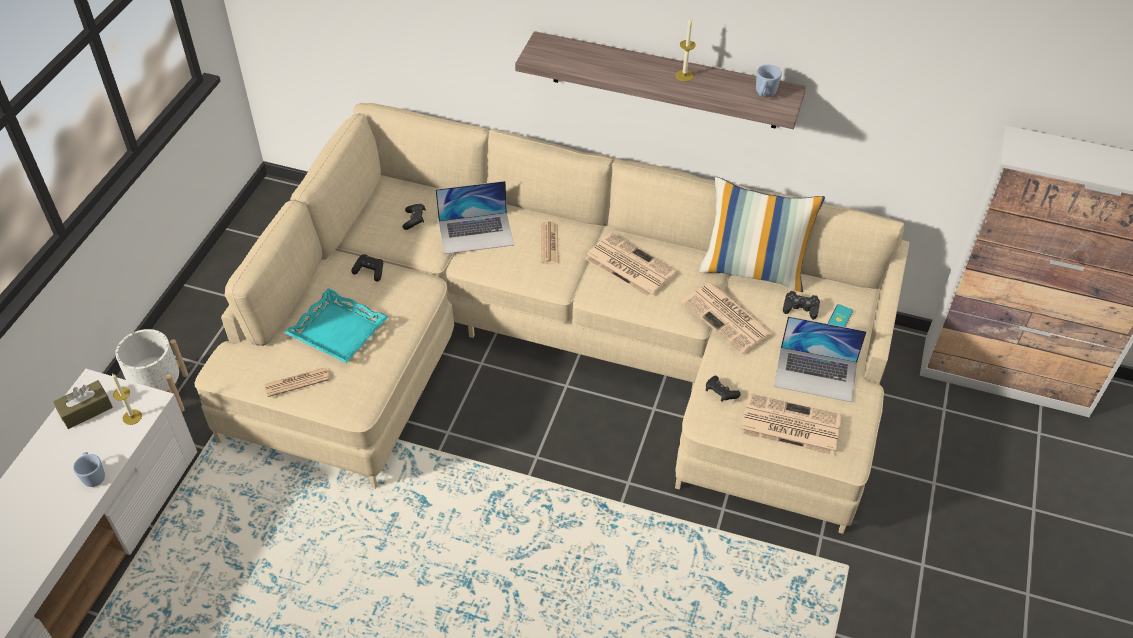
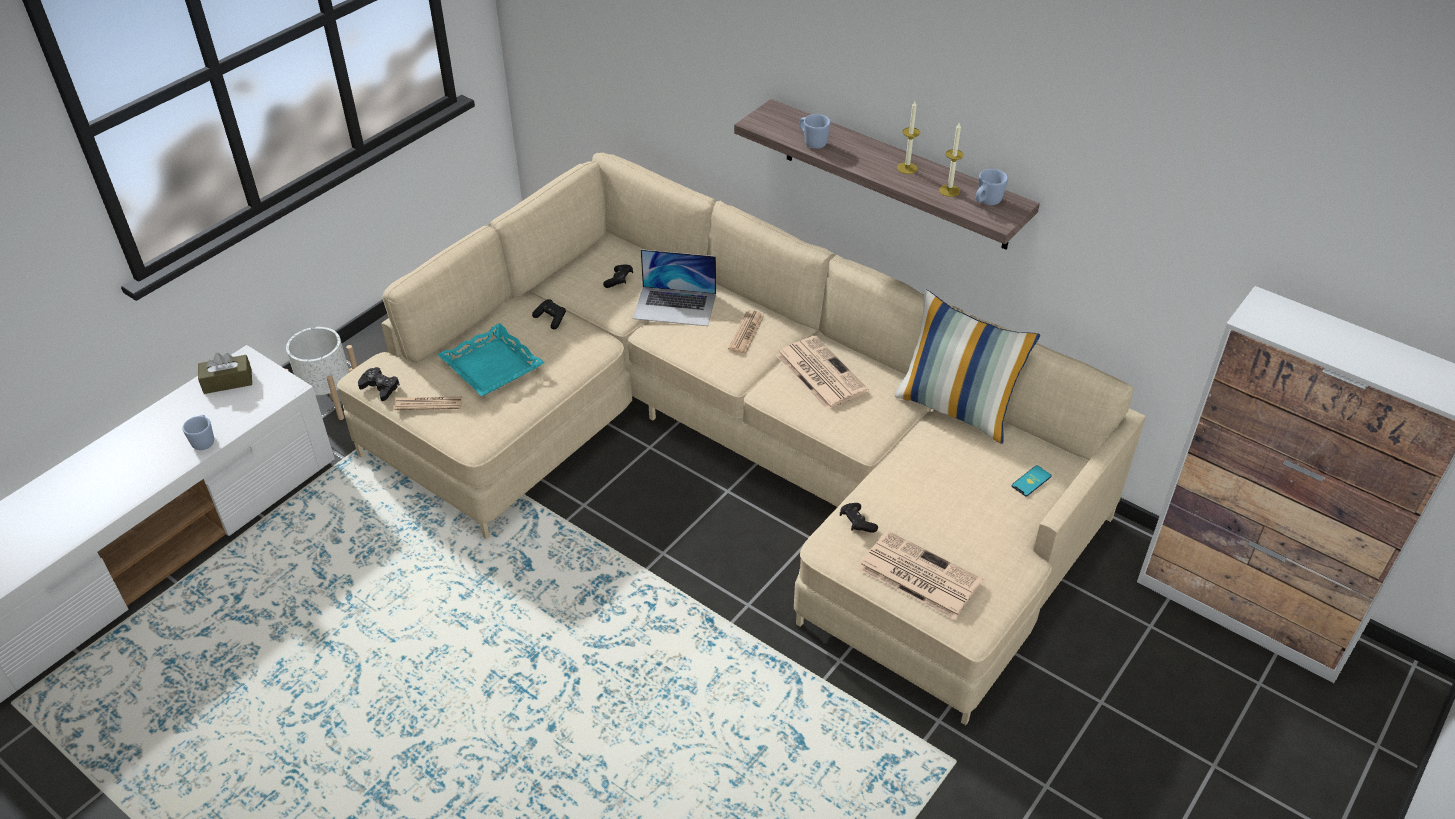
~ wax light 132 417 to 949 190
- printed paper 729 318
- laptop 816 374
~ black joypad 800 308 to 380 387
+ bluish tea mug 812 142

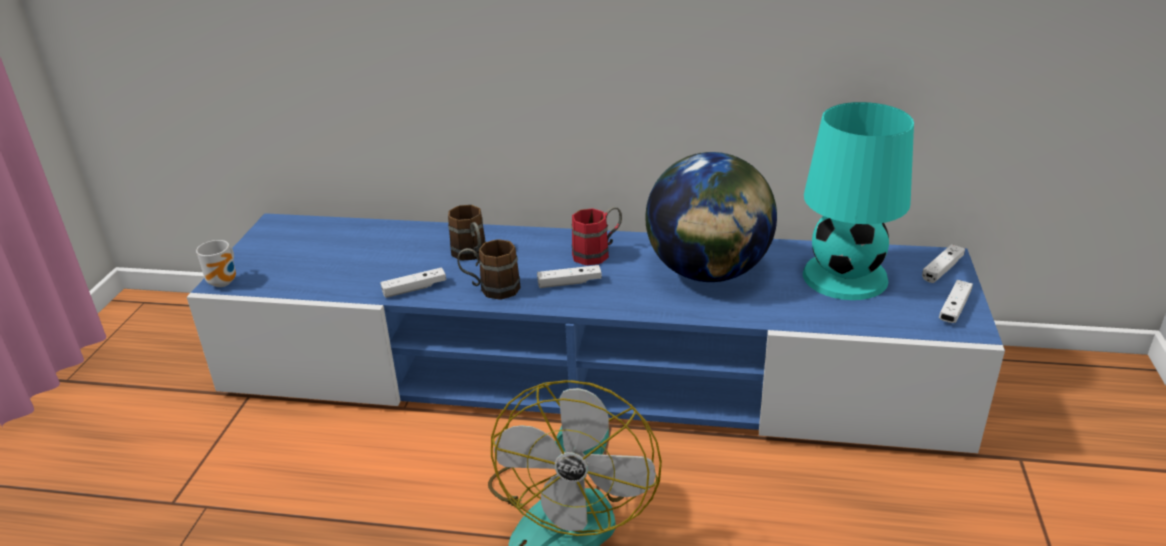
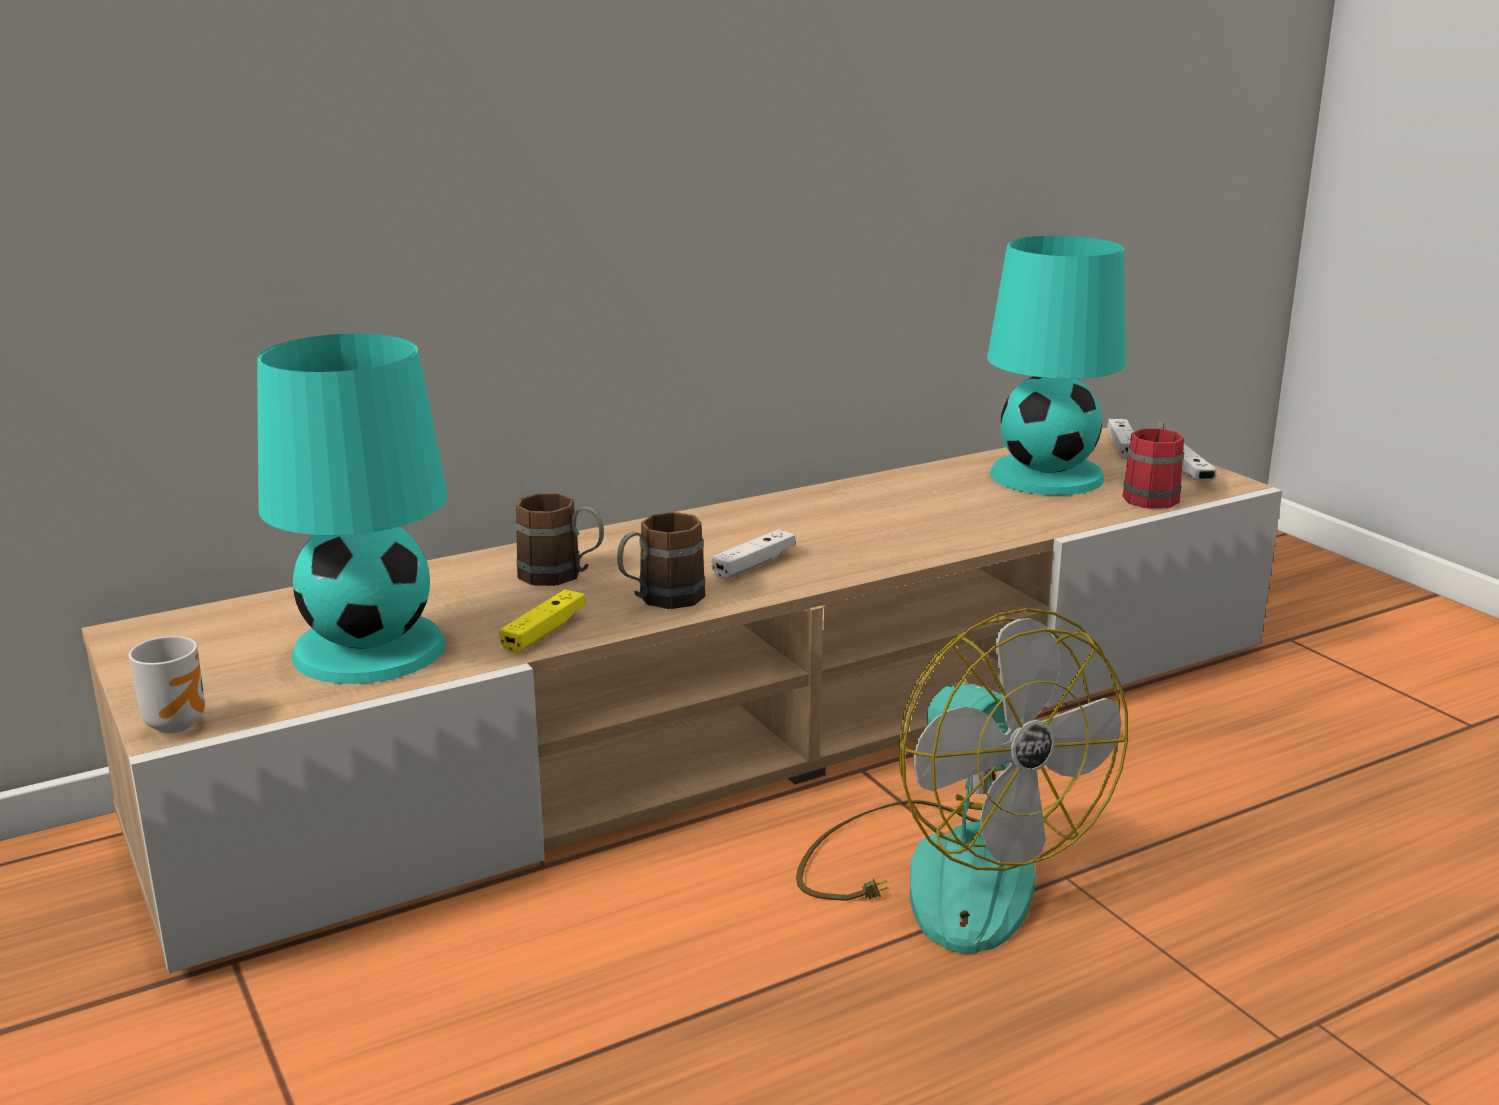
~ bluish tv unit 588 373 to sand-coloured tv unit 751 729
~ white joypad 414 289 to yellow-coloured joypad 544 632
~ red-coloured tea mug 598 253 to 1152 494
- world globe 708 272
+ blue-green table lamp 371 649

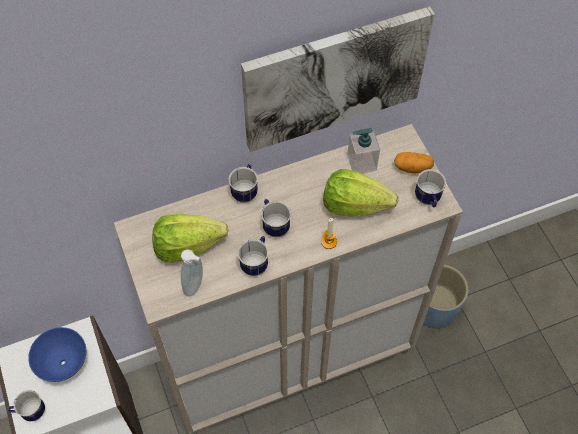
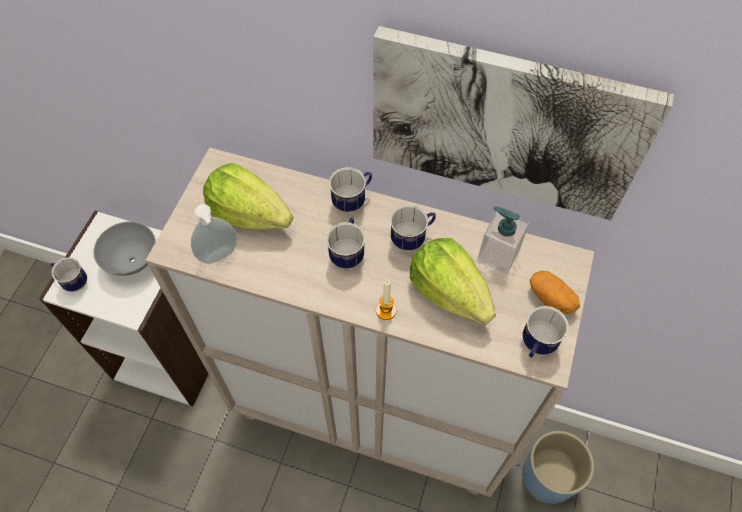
~ bluish deep dish 63 362 to gray deep dish 133 261
~ tea mug 256 263 to 412 239

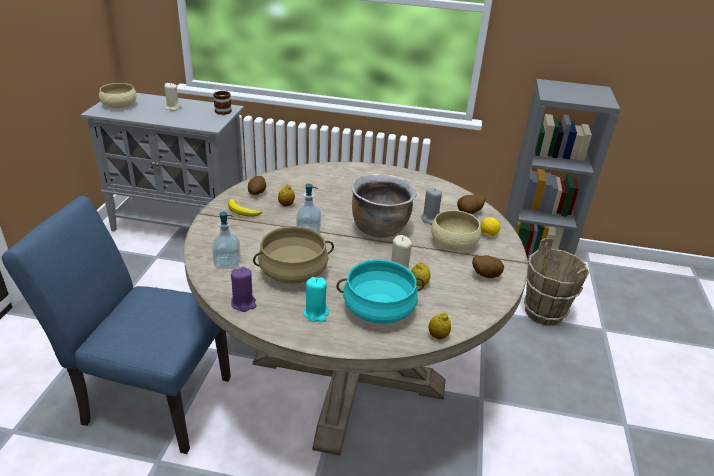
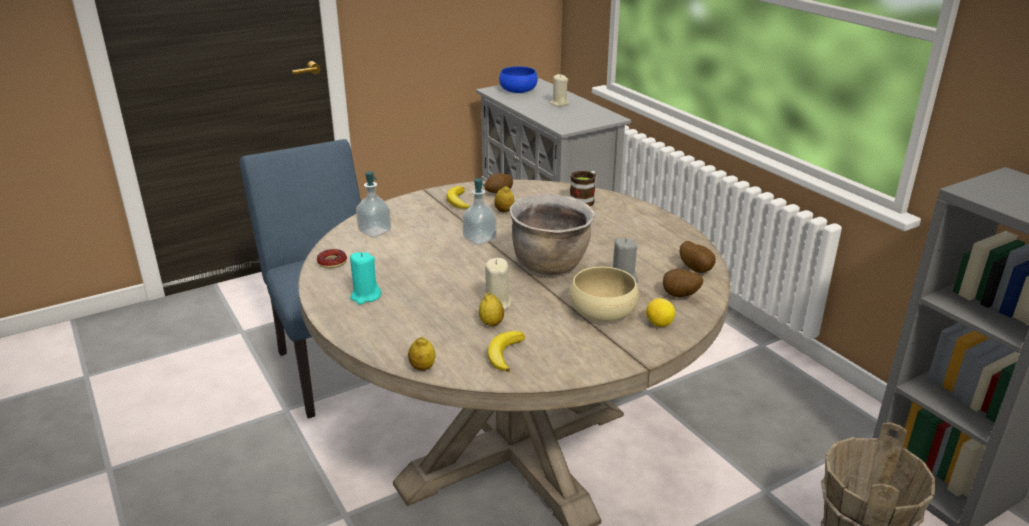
~ sand-coloured deep dish 119 105 to bluish deep dish 518 90
~ tea mug 223 110 to 585 200
~ purple wax light 243 303 to donut 332 262
- sand-coloured saucepot 293 272
- blue-green saucepot 379 309
~ whole potato 485 275 to 696 269
+ banana 504 354

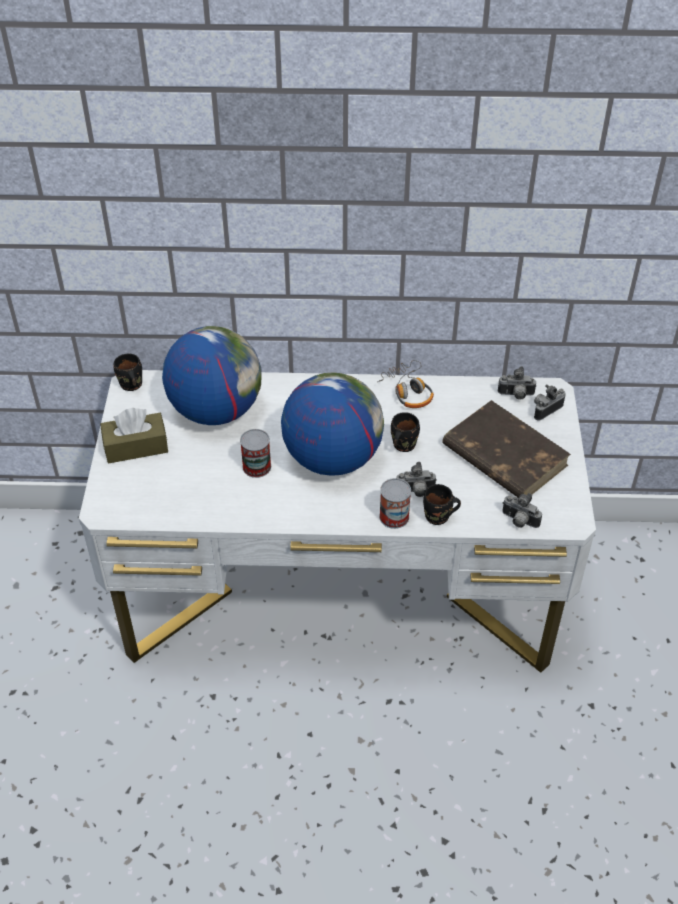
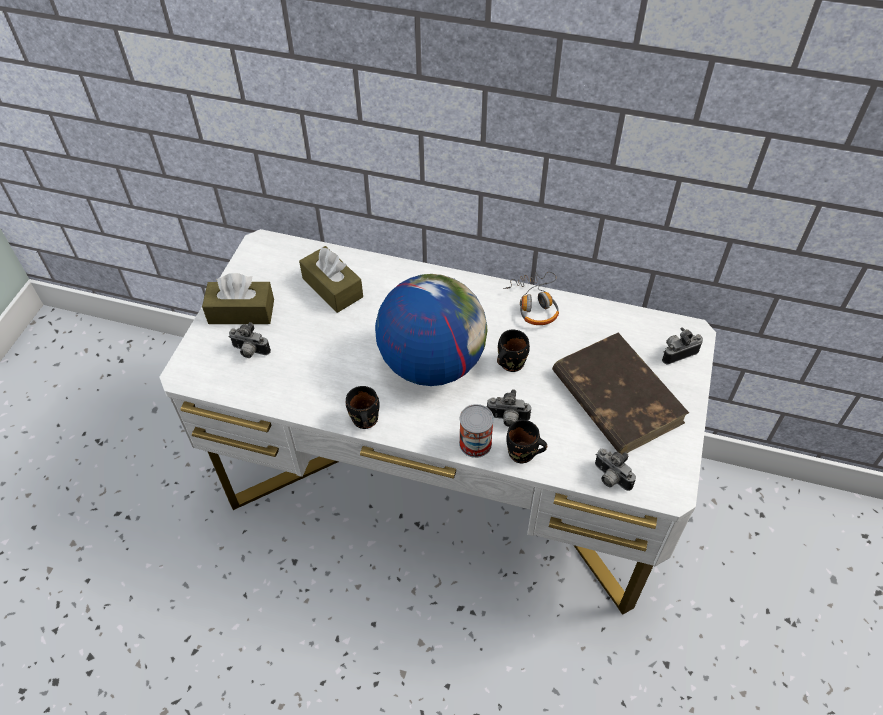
~ black tea mug 130 386 to 363 421
~ world globe 216 410 to brown box of tissues 332 288
- can 256 467
~ photo camera 516 395 to 249 352

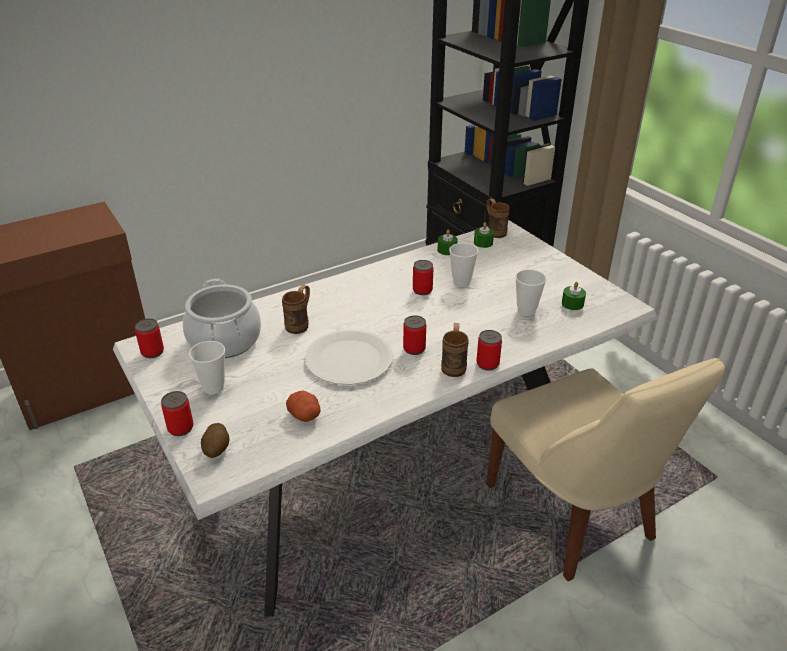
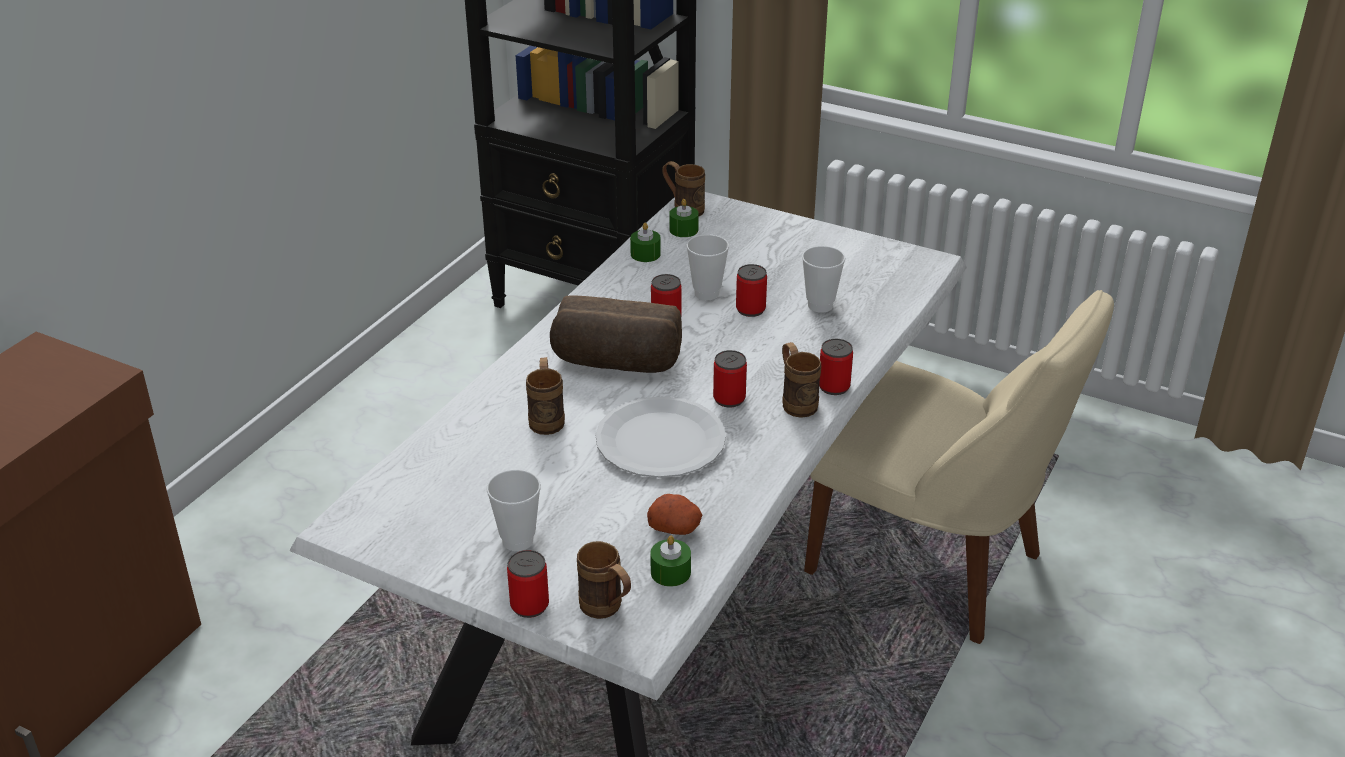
~ can 152 352 to 750 309
- saucepot 225 340
~ whole potato 217 449 to brown tea mug 607 610
~ green-coloured wax light 572 304 to 670 572
+ baked bread 615 363

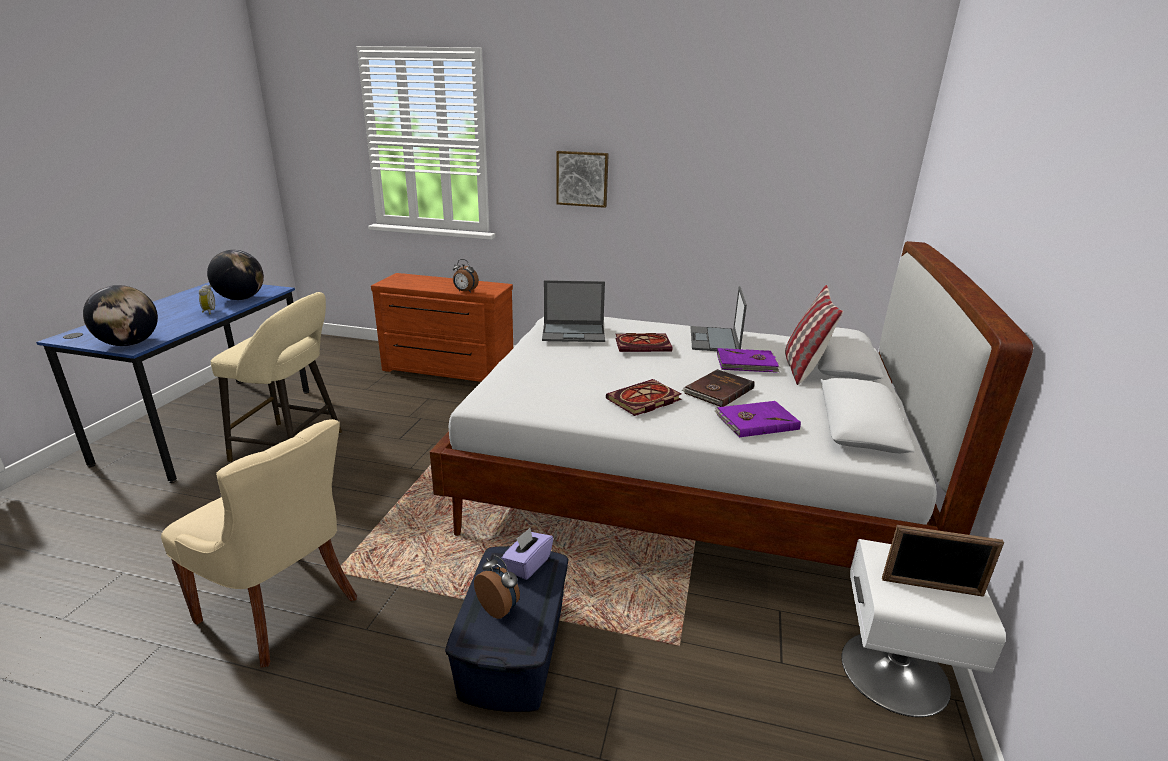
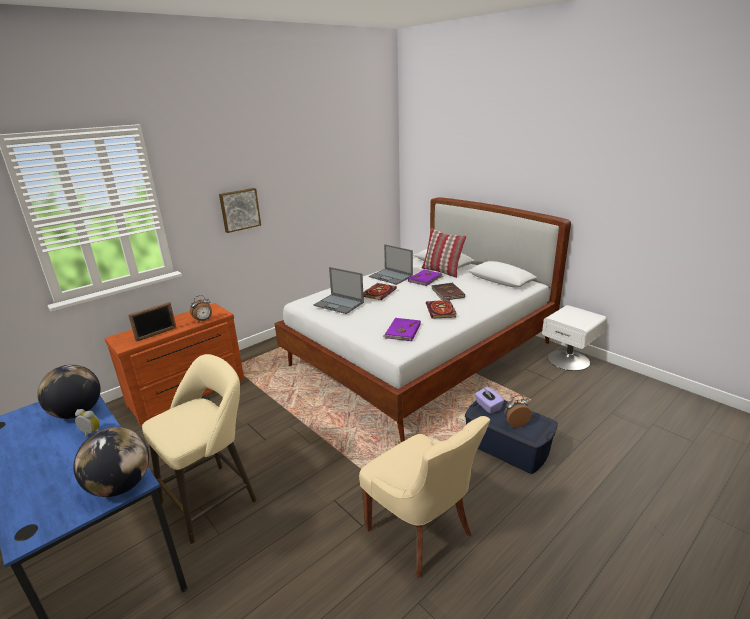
~ sand-coloured chair 282 609 = 421 532 75 degrees clockwise
~ laptop 574 333 = 339 304 90 degrees clockwise
~ purple volume 755 421 to 402 331
~ picture frame 932 587 to 156 334

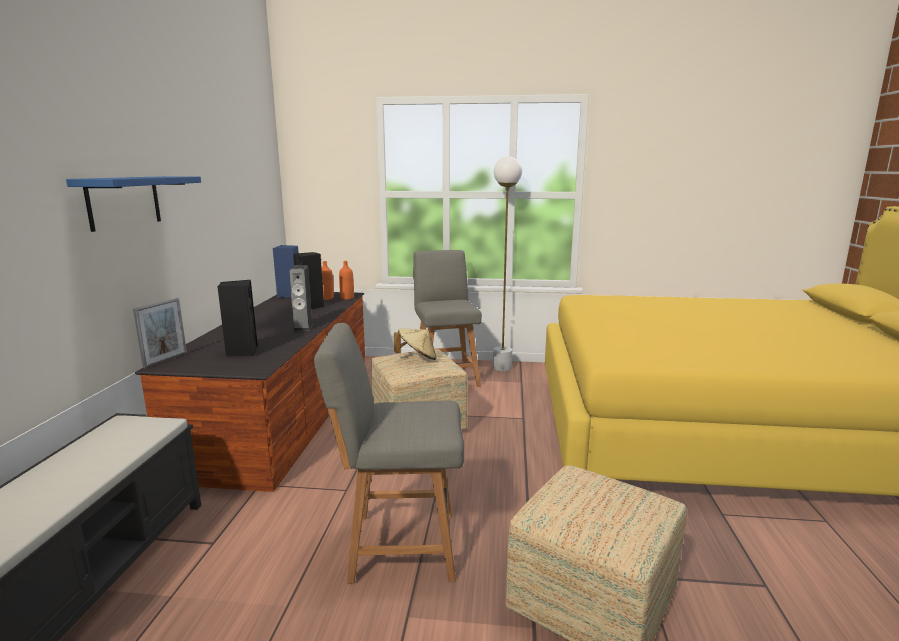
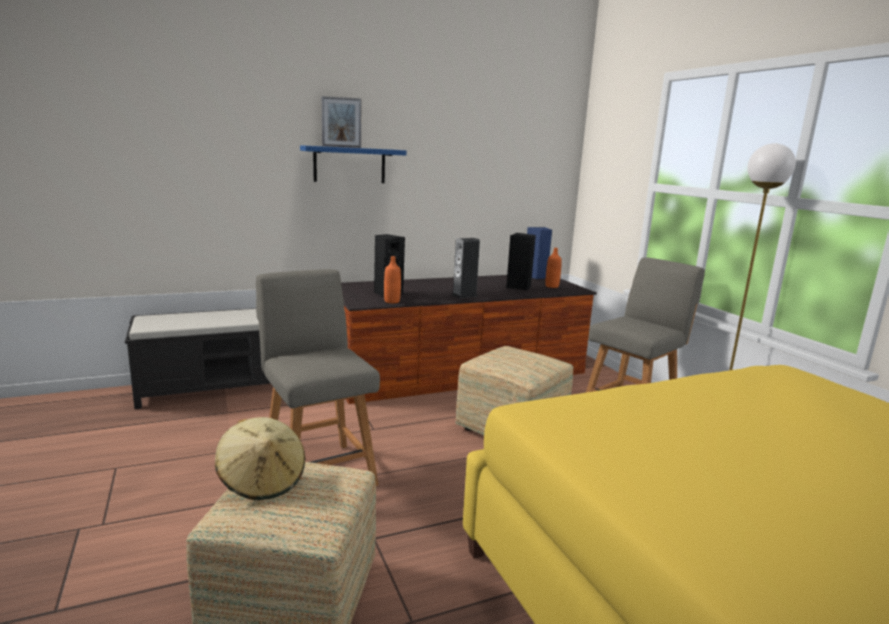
~ picture frame 165 360 to 341 147
~ orangey beverage bottle 347 298 to 392 301
~ sand-coloured clothing hat 417 358 to 262 481

